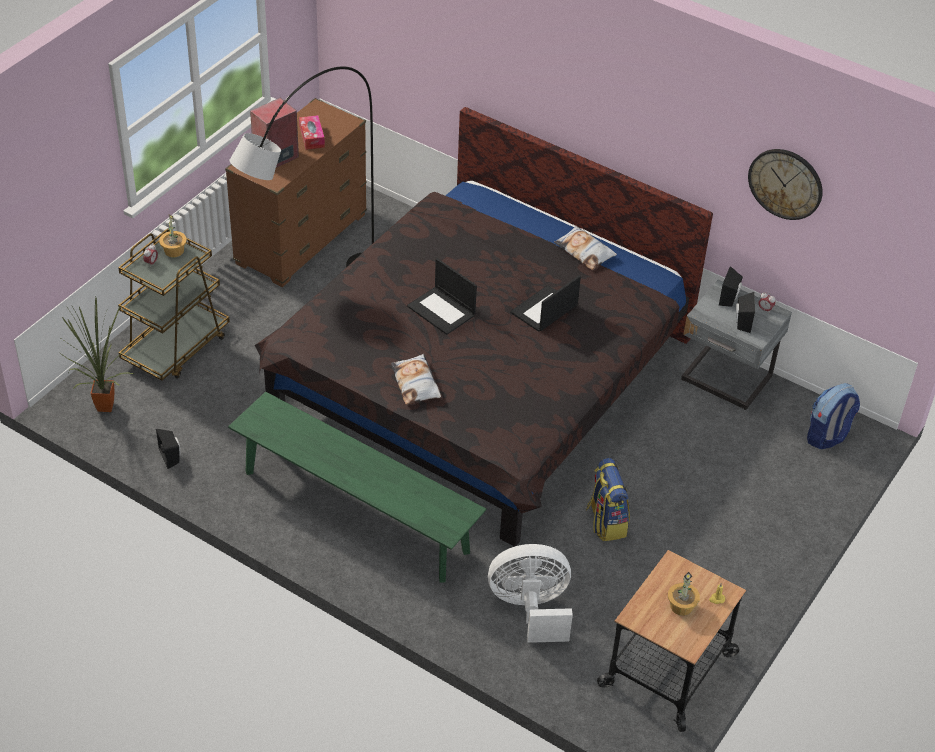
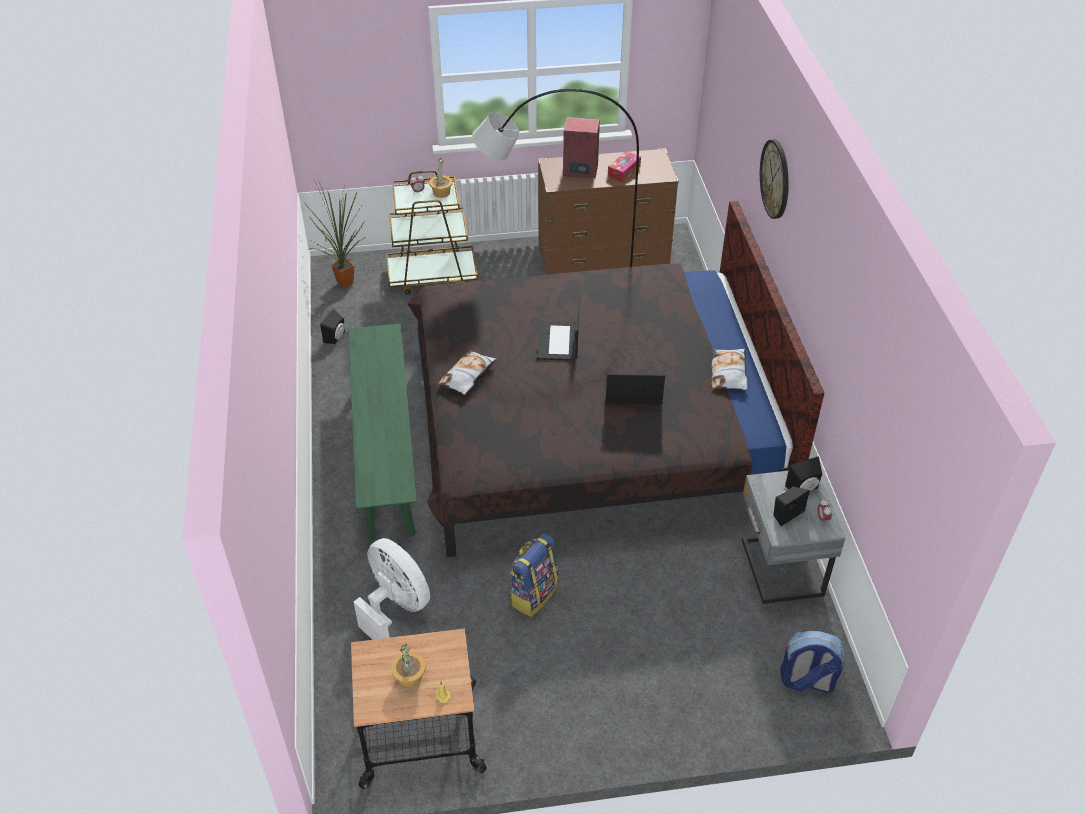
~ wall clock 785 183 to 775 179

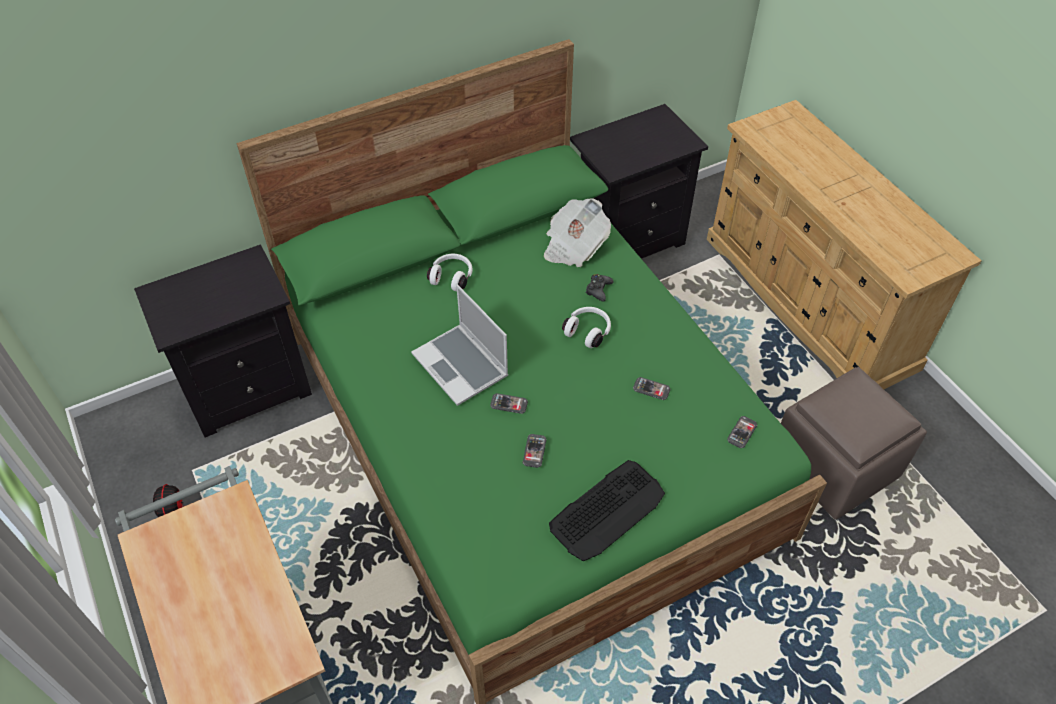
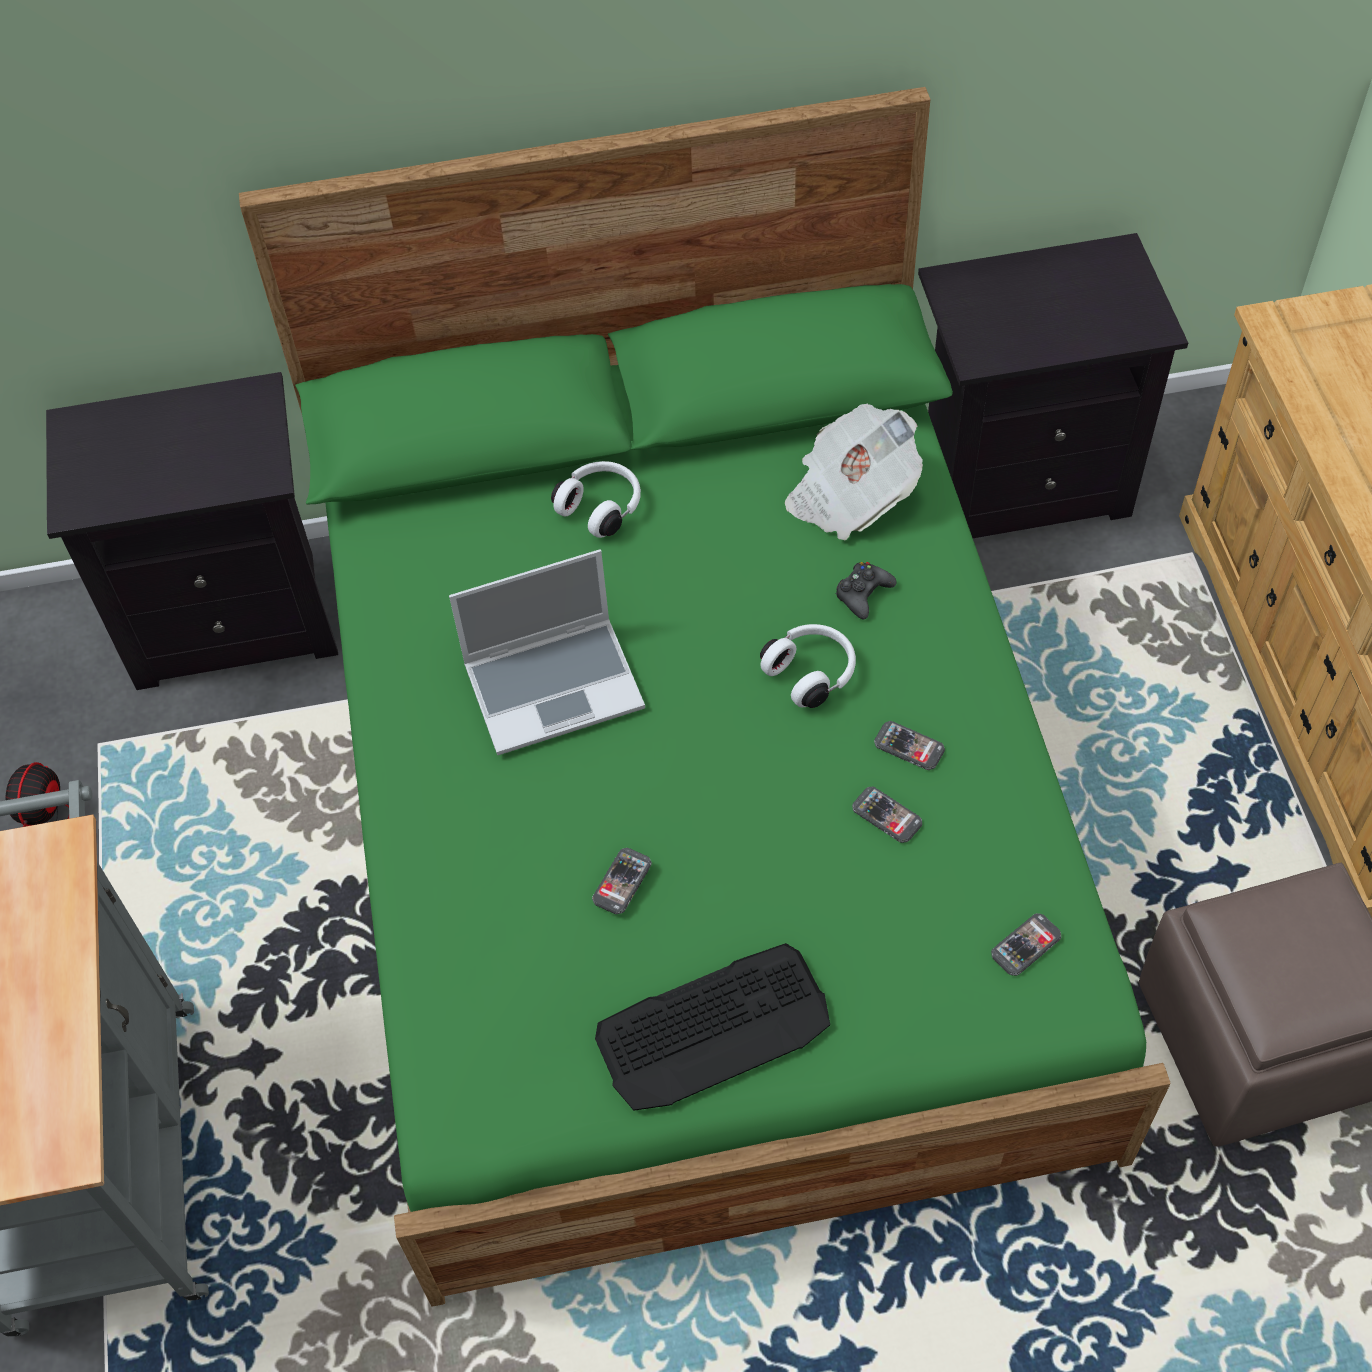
~ laptop 462 366 = 555 685 90 degrees counterclockwise
~ phone 509 404 to 909 747

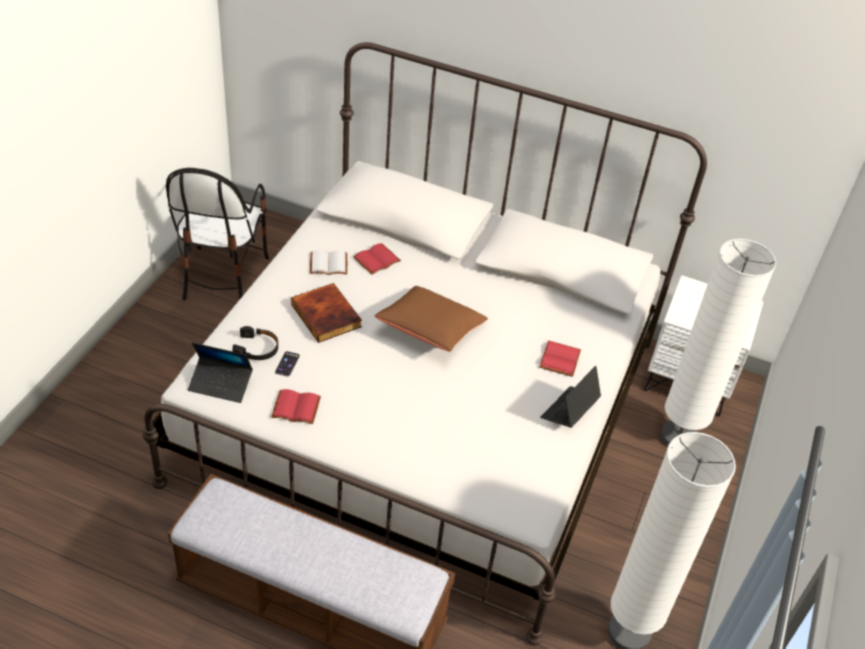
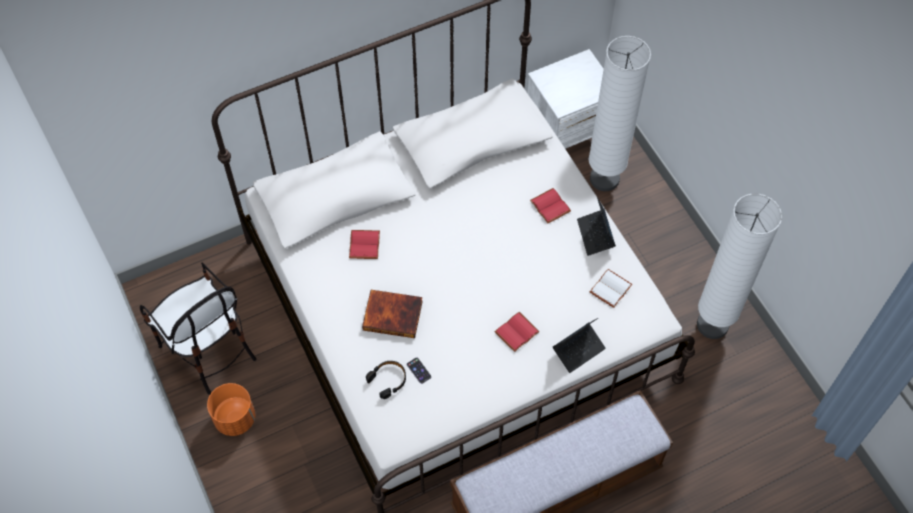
~ laptop 221 384 to 578 350
~ red-coloured volume 297 407 to 516 331
~ white volume 329 263 to 610 288
- brown pillow 430 330
+ orangey plant pot 235 418

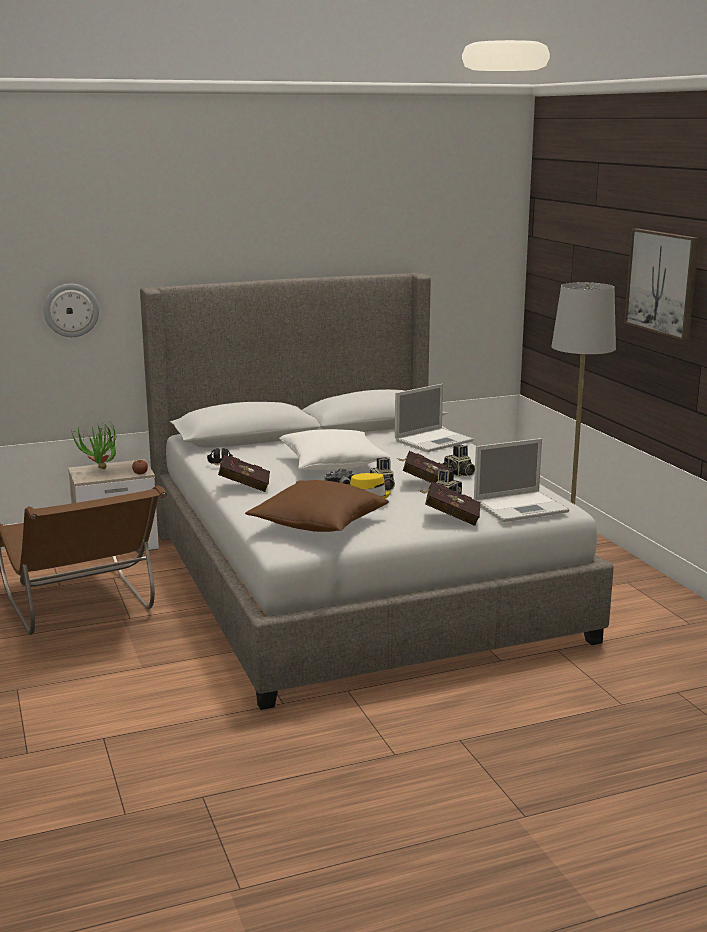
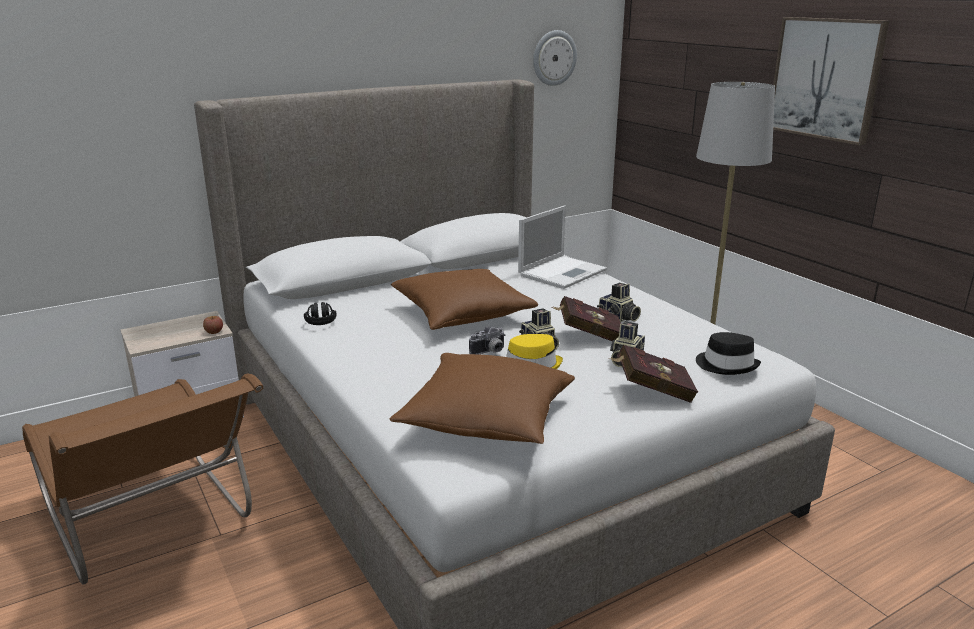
~ wall clock 71 310 to 554 58
- potted plant 100 471
- red-coloured volume 242 486
~ white pillow 333 464 to brown pillow 462 314
~ laptop 522 507 to black clothing hat 727 365

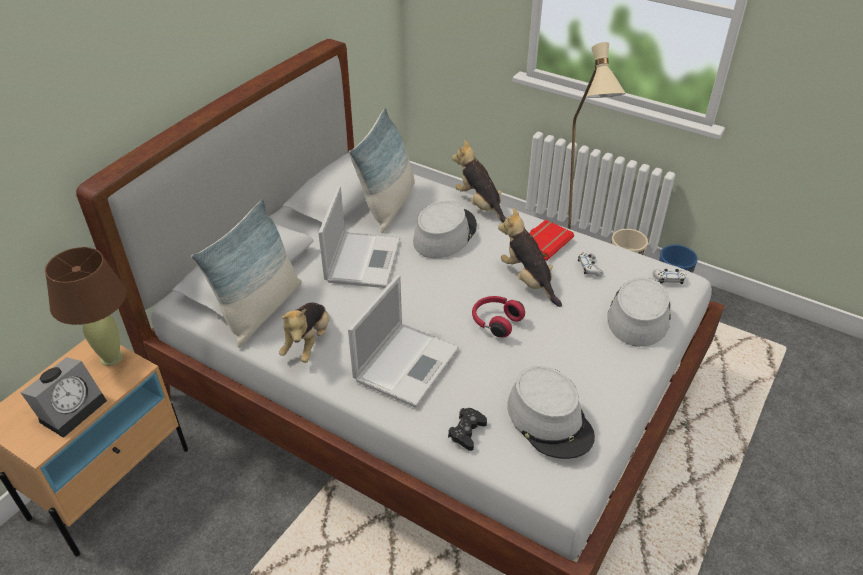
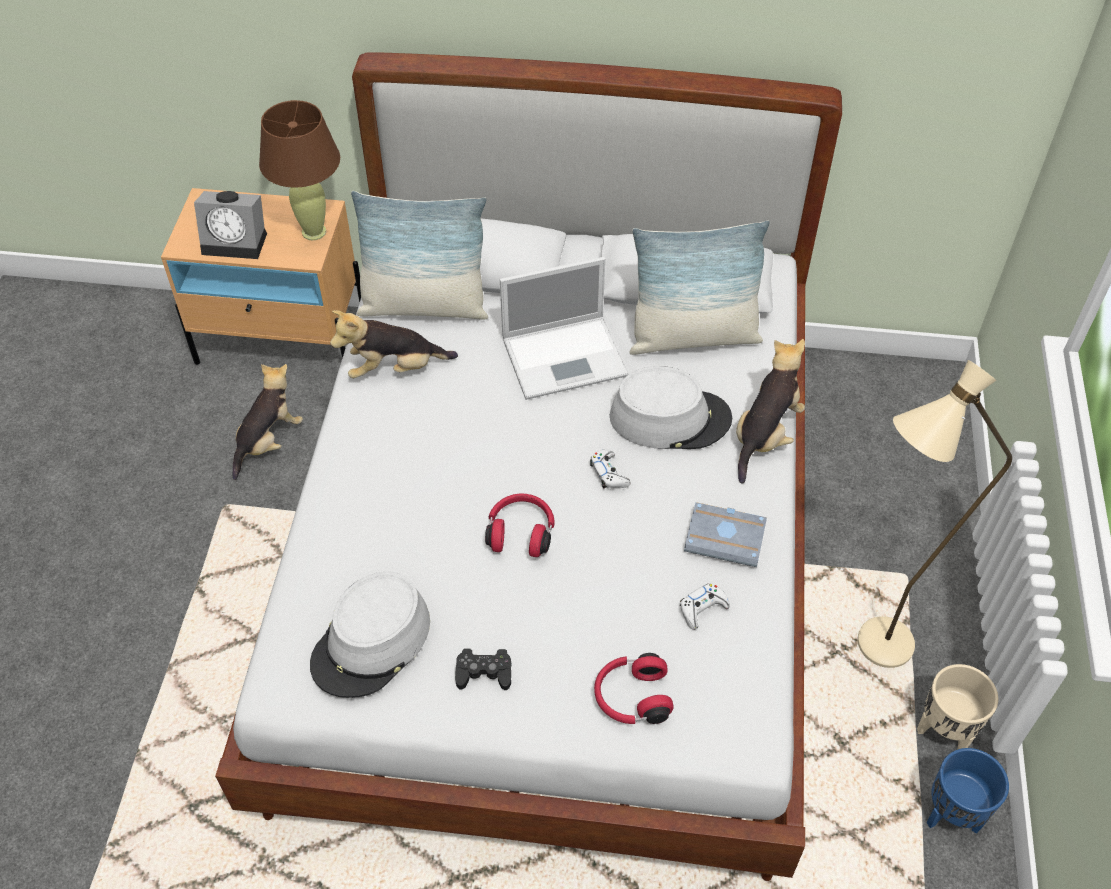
- laptop 407 362
~ black joypad 467 432 to 484 673
~ plush toy 528 280 to 269 441
~ red-coloured volume 545 242 to gray volume 726 537
~ gray clothing hat 638 314 to red-coloured headset 631 697
~ white joypad 669 279 to 609 474

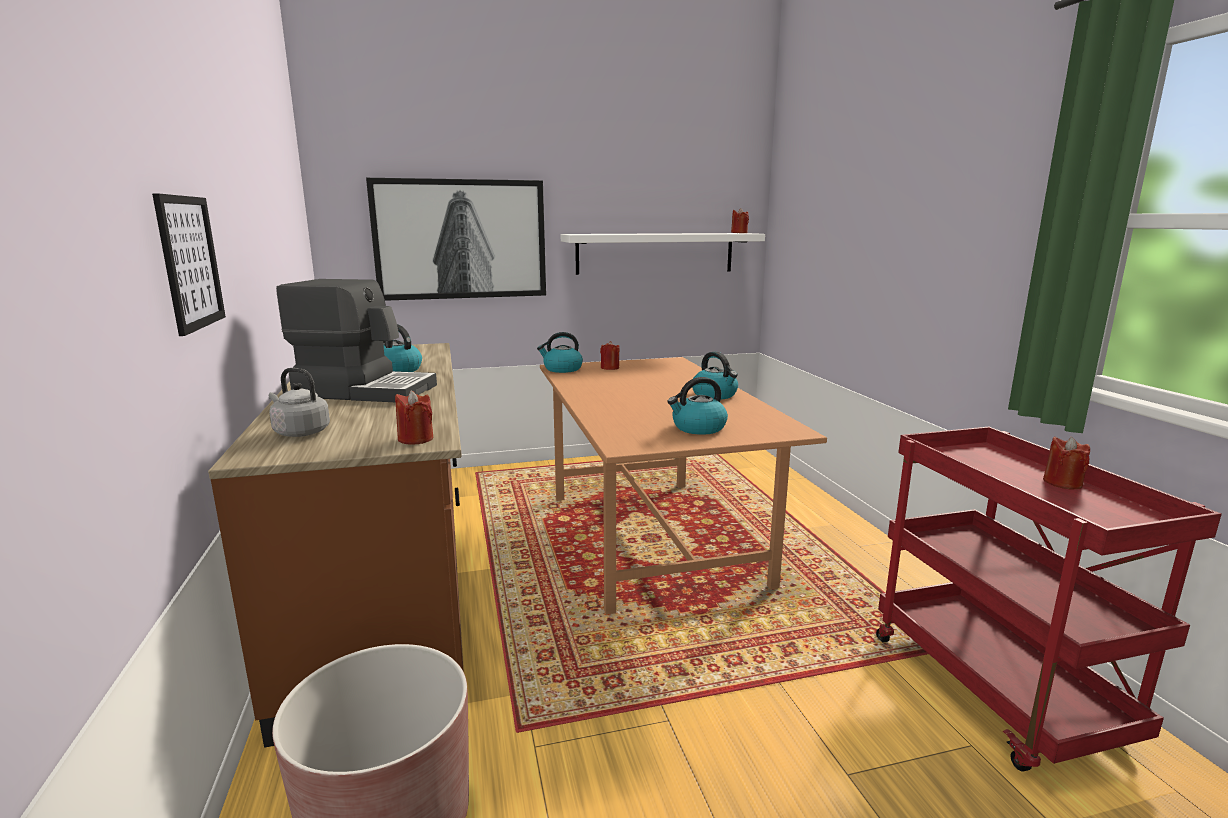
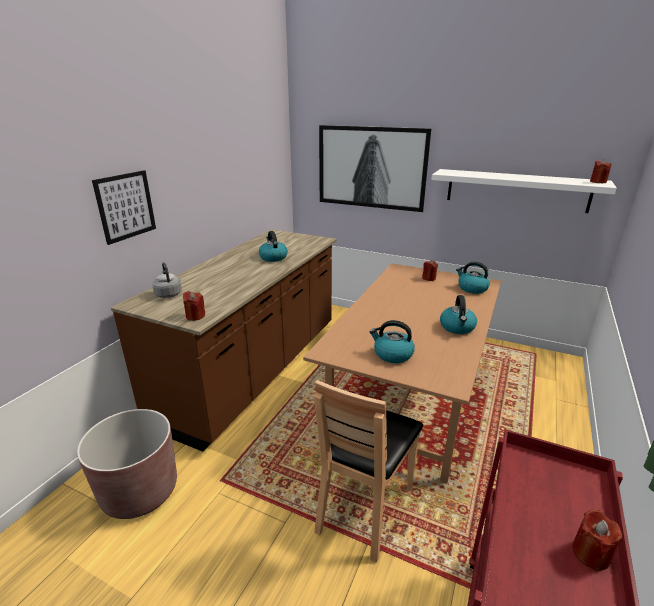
- coffee maker 366 390
~ tea kettle 562 369 to 472 288
+ brown chair 364 507

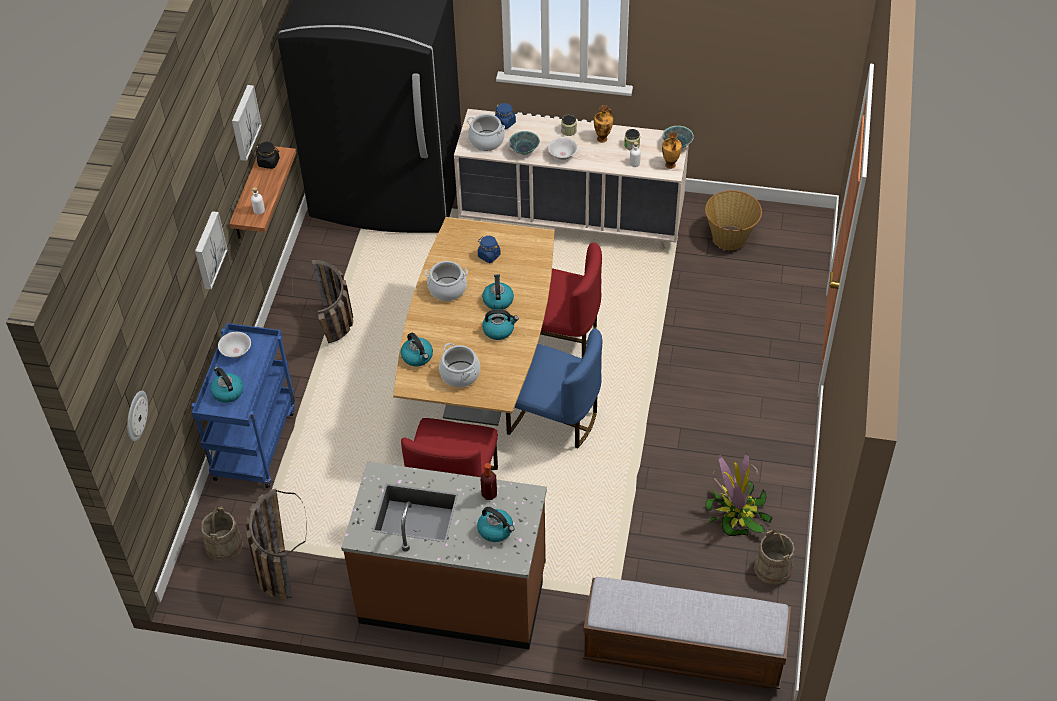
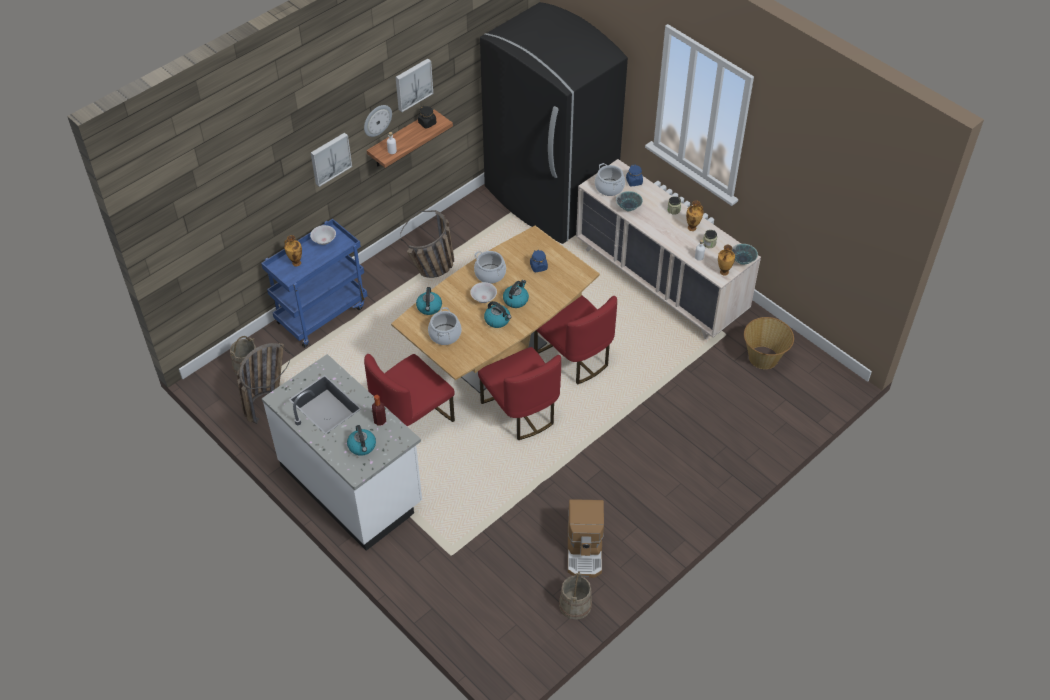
~ wall clock 135 415 to 377 120
~ tea kettle 227 392 to vase 296 263
~ brown kitchen base unit 453 594 to white kitchen base unit 352 484
~ bluish chair 554 419 to red-coloured chair 521 412
~ white deep dish 562 155 to 483 298
- bench 683 652
~ potted plant 736 512 to coffee maker 585 550

